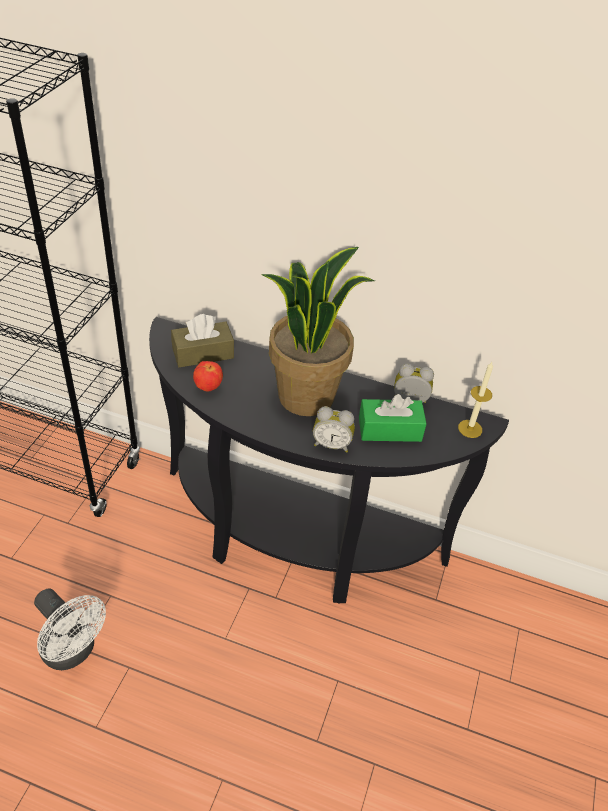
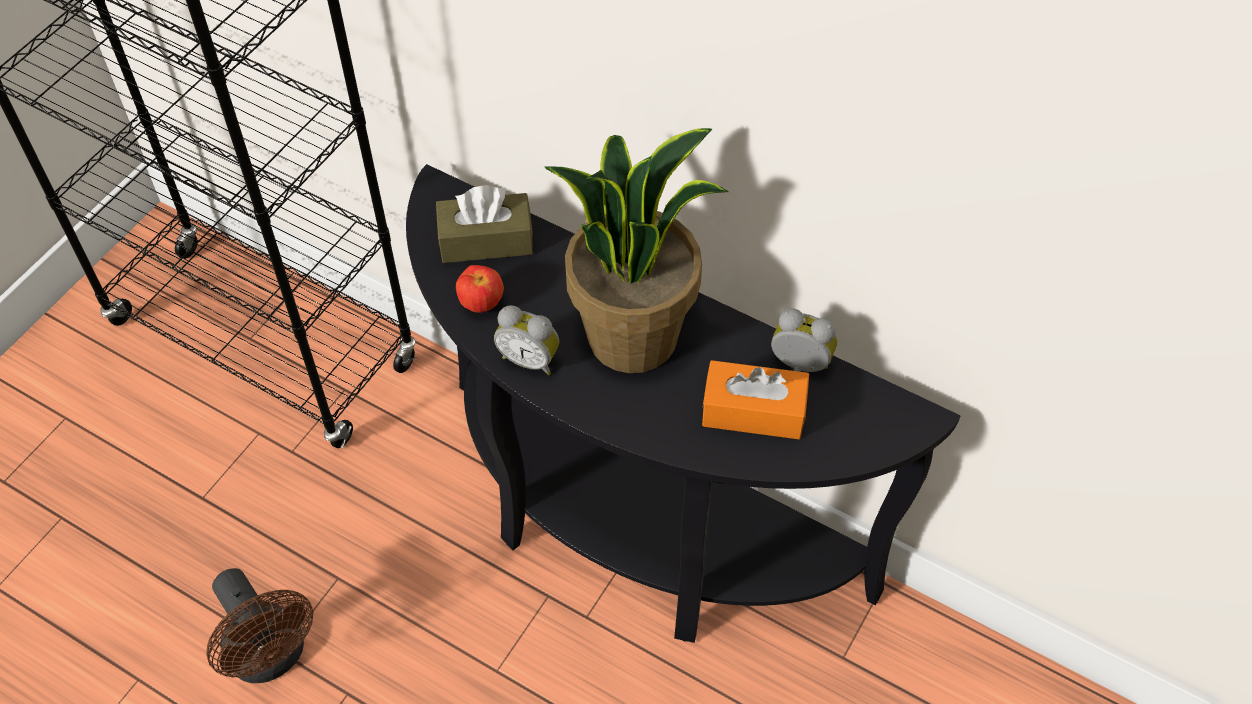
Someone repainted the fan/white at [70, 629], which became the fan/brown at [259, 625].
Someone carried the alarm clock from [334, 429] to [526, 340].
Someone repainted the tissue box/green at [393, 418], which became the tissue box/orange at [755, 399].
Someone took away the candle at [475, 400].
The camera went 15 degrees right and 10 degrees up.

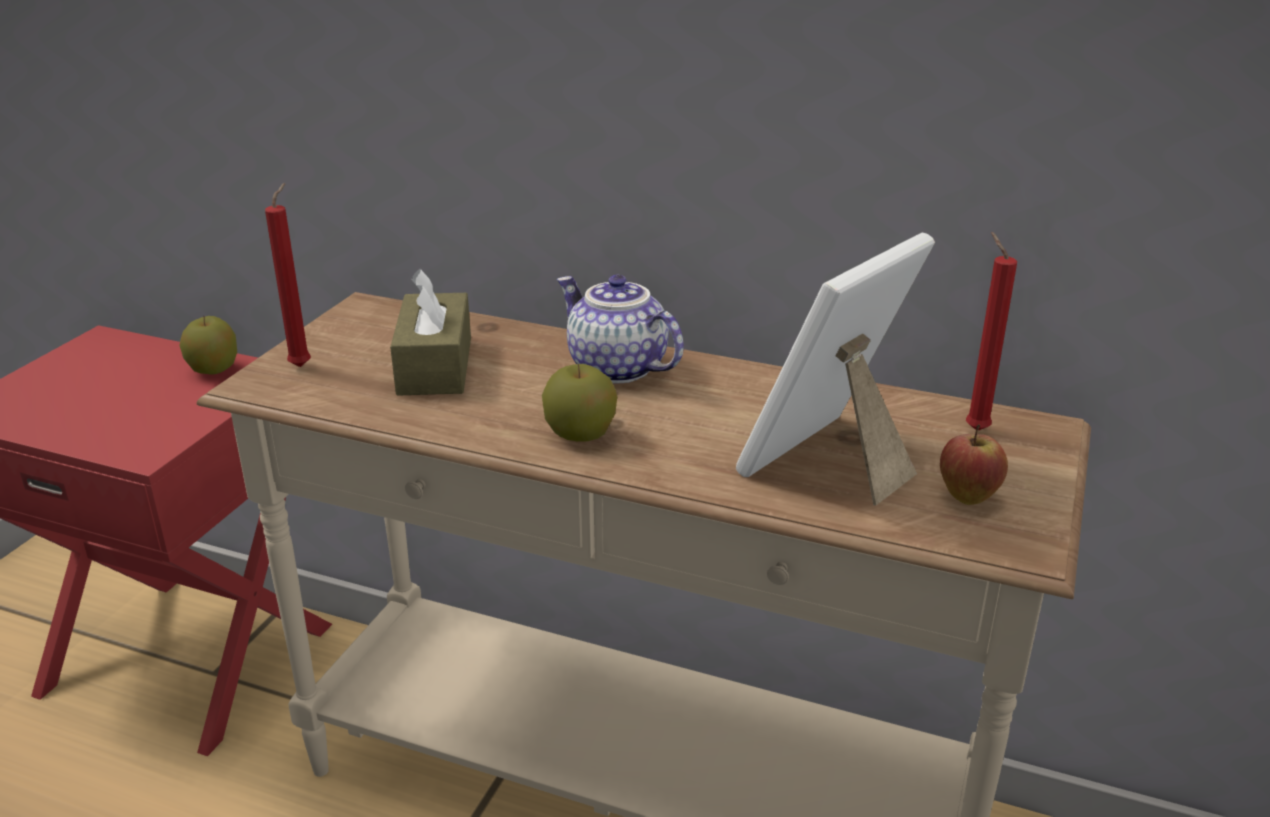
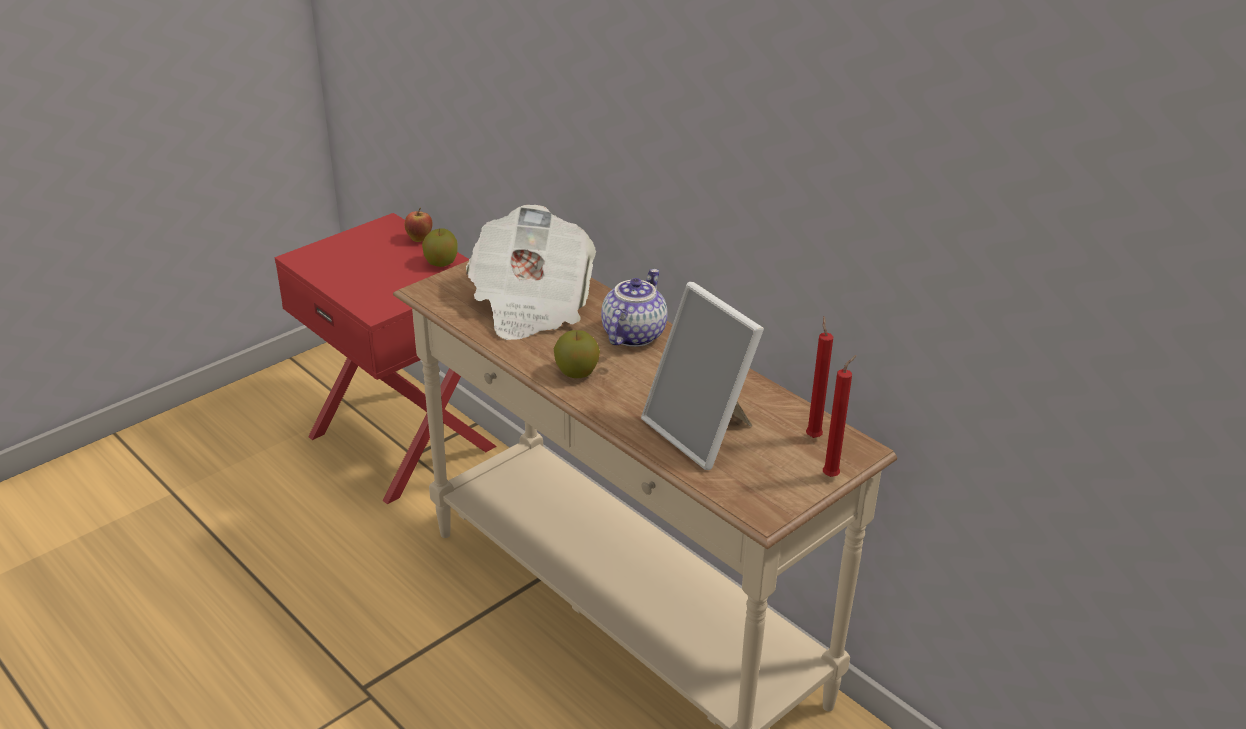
Someone carried the candle/red from [288, 275] to [840, 416].
Someone swapped the tissue box/brown at [430, 332] for the newspaper at [531, 272].
Someone rotated the teapot at [620, 329] by 45 degrees clockwise.
Someone rotated the picture frame at [835, 369] by 105 degrees counterclockwise.
Someone carried the apple from [974, 464] to [418, 224].
The camera went 25 degrees right and 5 degrees up.

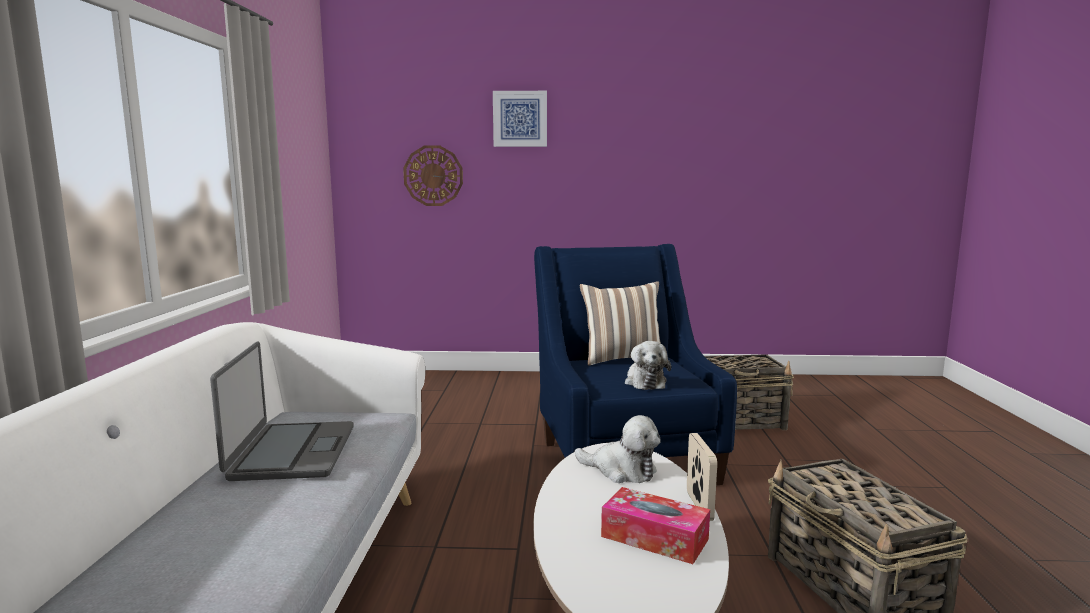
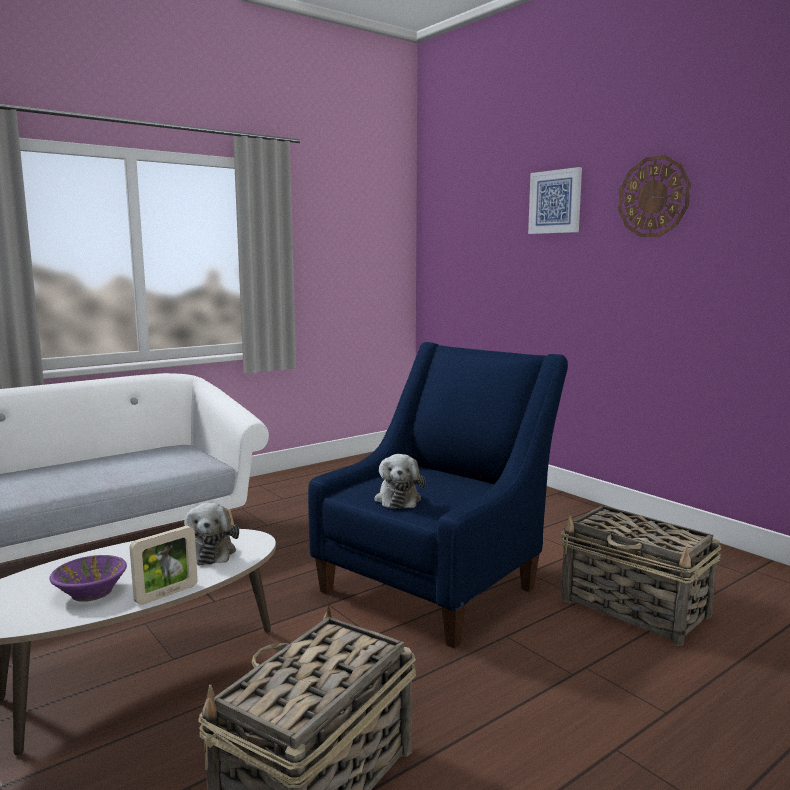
Someone took away the laptop at [282, 411].
Someone carried the wall clock from [433, 175] to [654, 196].
Someone took away the pillow at [620, 323].
Someone swapped the tissue box at [655, 525] for the bowl/purple at [88, 578].
Someone rotated the plush toy at [648, 365] by 45 degrees counterclockwise.
The camera went 50 degrees right and 0 degrees up.

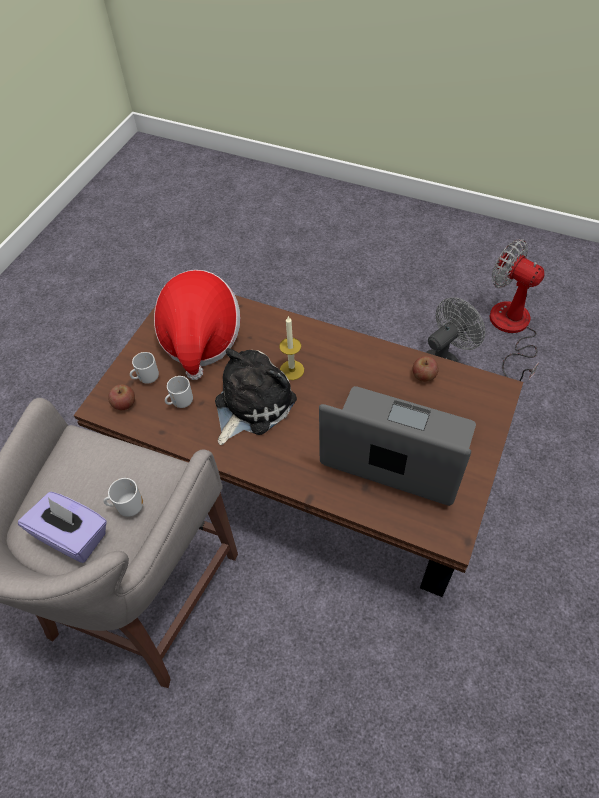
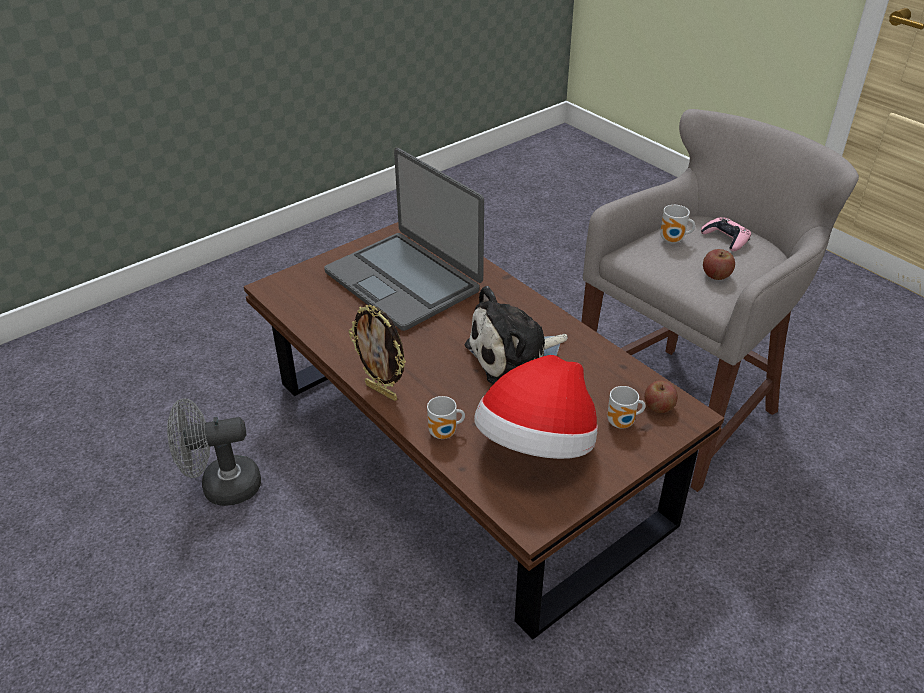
Someone swapped the tissue box/purple at [62, 527] for the game controller/pink at [726, 234].
Someone carried the mug from [179, 392] to [446, 417].
Someone took away the candle at [291, 348].
Someone carried the apple from [425, 369] to [719, 264].
Someone took away the fan at [517, 310].
Someone put down the picture frame at [377, 353].
The camera went 155 degrees left and 15 degrees down.

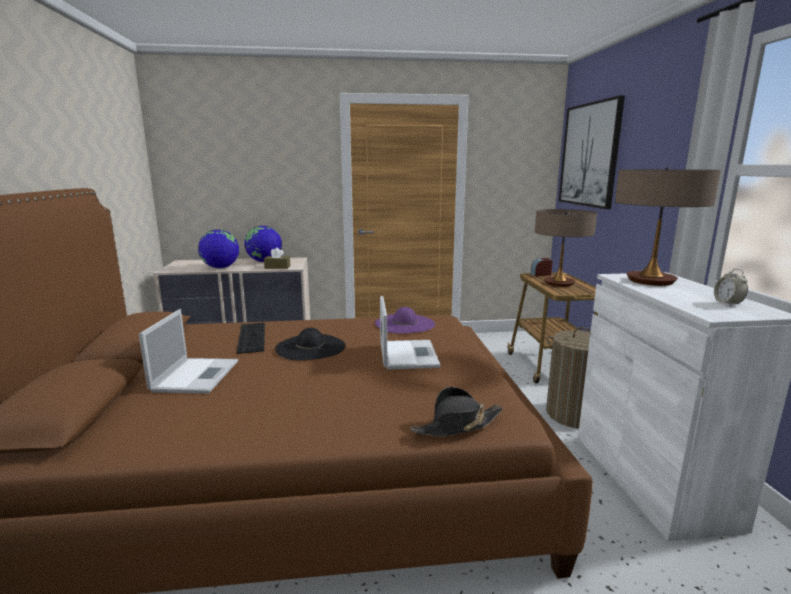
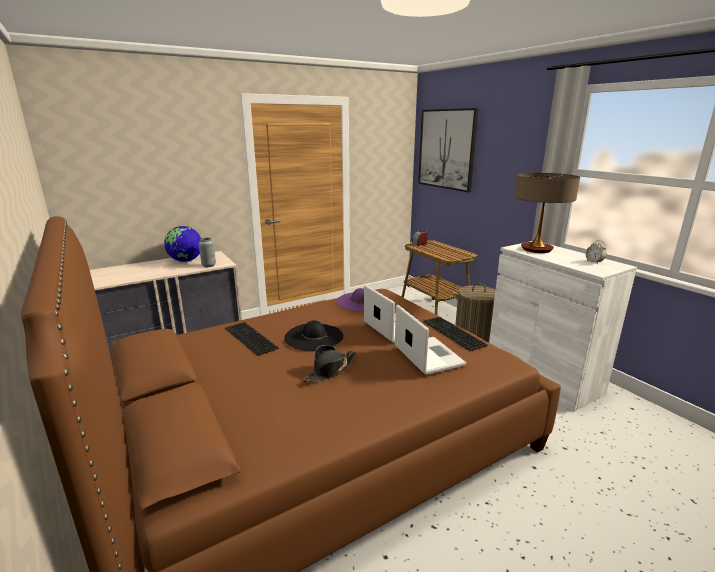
Someone carried the laptop from [188, 351] to [430, 340].
Someone took away the globe at [218, 248].
Someone swapped the tissue box/brown at [277, 258] for the vase/grey at [207, 252].
Someone carried the hat/black from [456, 412] to [329, 363].
Someone took away the table lamp at [566, 248].
Someone put down the keyboard at [455, 334].
The camera went 25 degrees left and 5 degrees up.

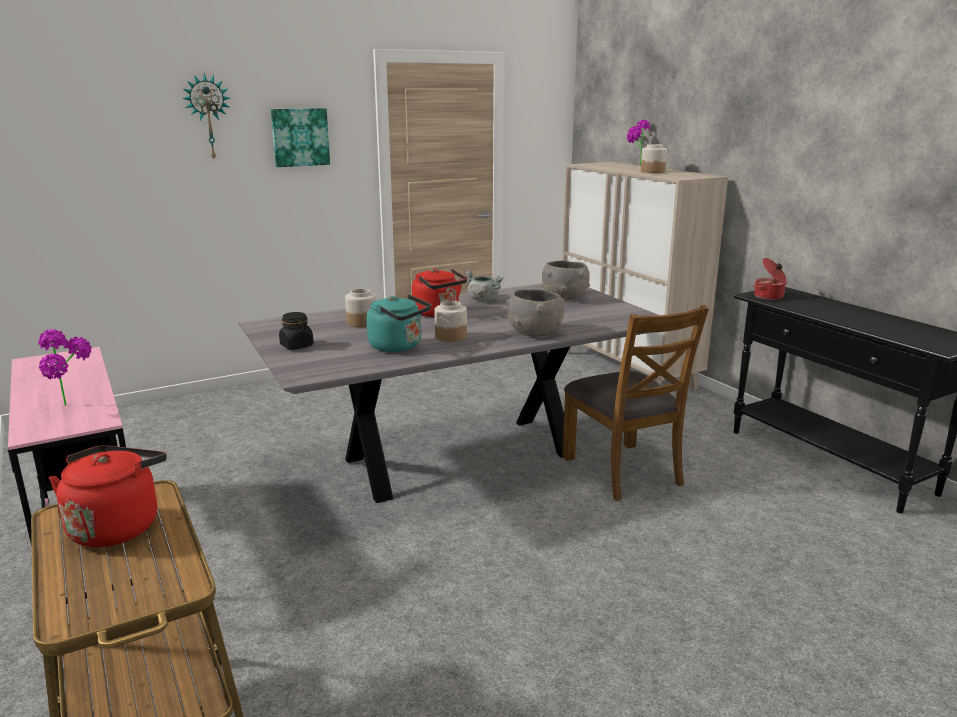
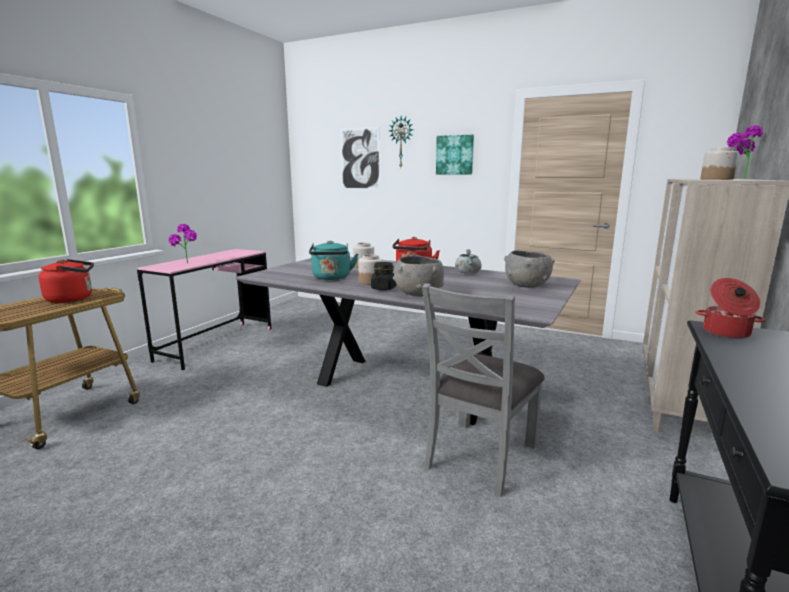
Someone carried the jar/black from [296, 331] to [384, 276].
Someone repainted the chair/brown at [636, 403], which became the chair/grey at [483, 390].
Someone put up the picture at [360, 158].
The camera went 55 degrees right and 5 degrees down.

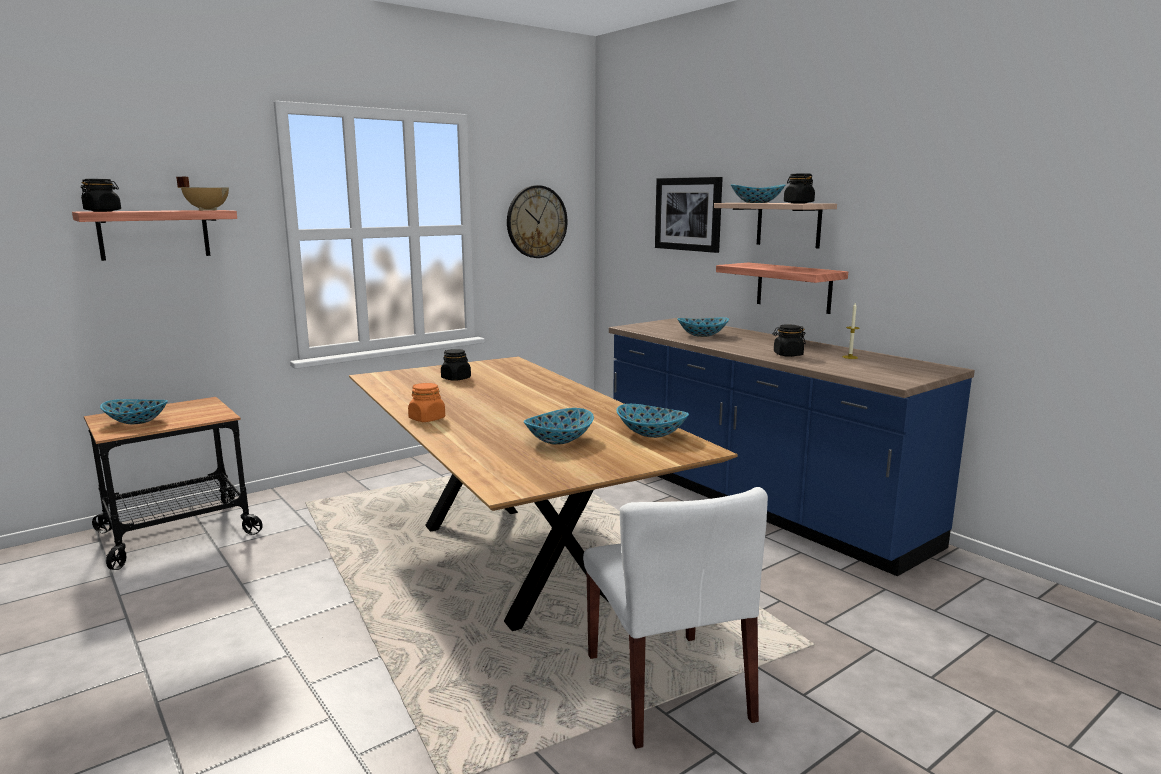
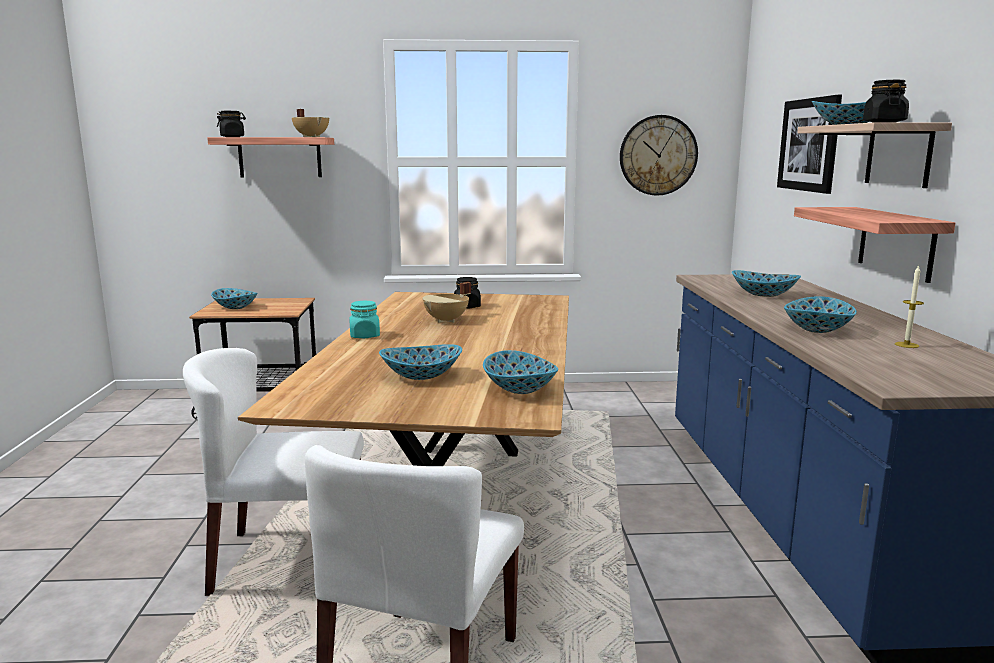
Someone repainted the jar/orange at [426, 402], which became the jar/turquoise at [364, 319].
Someone swapped the jar/black at [789, 341] for the bowl at [820, 314].
Someone put down the chair/white at [273, 472].
Someone put down the cooking pot/beige at [447, 302].
The camera went 35 degrees right and 0 degrees up.

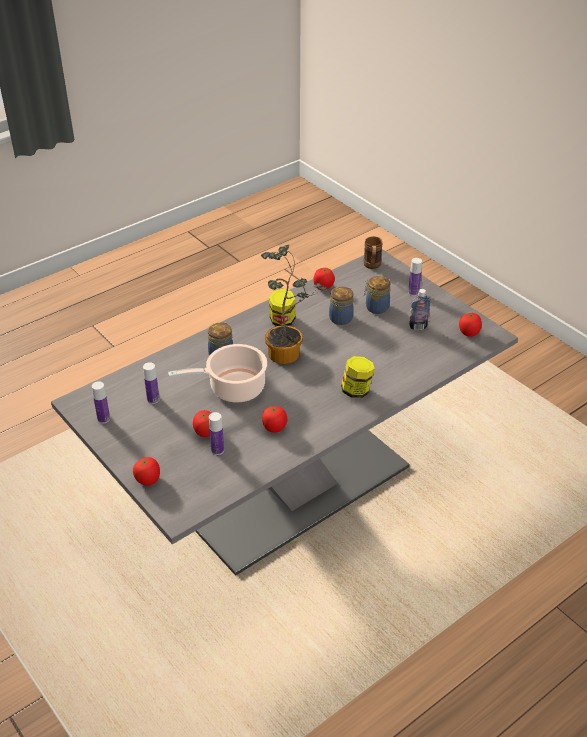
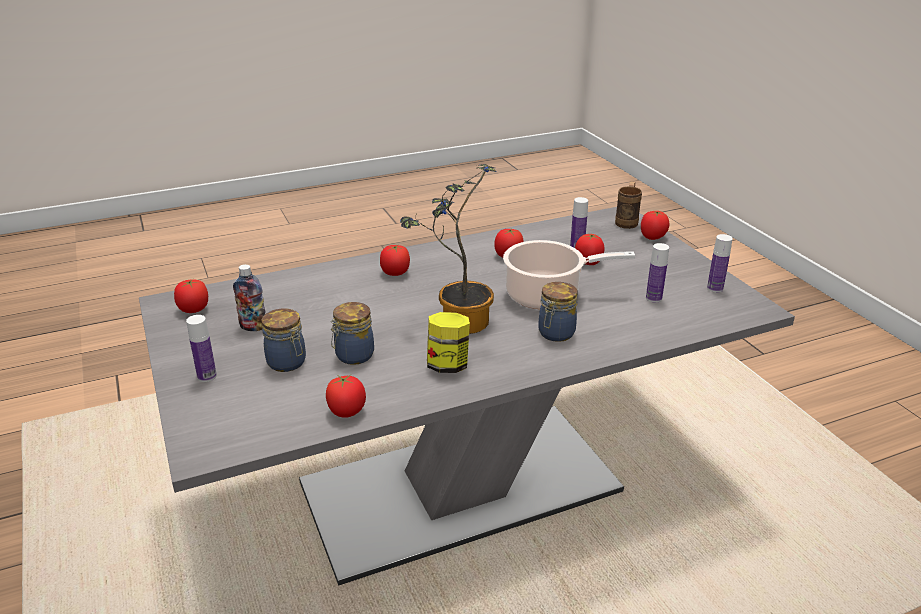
Someone swapped the jar at [357, 377] for the tomato at [395, 260].
Someone carried the mug/brown from [373, 252] to [628, 205].
The camera went 165 degrees left and 10 degrees down.

